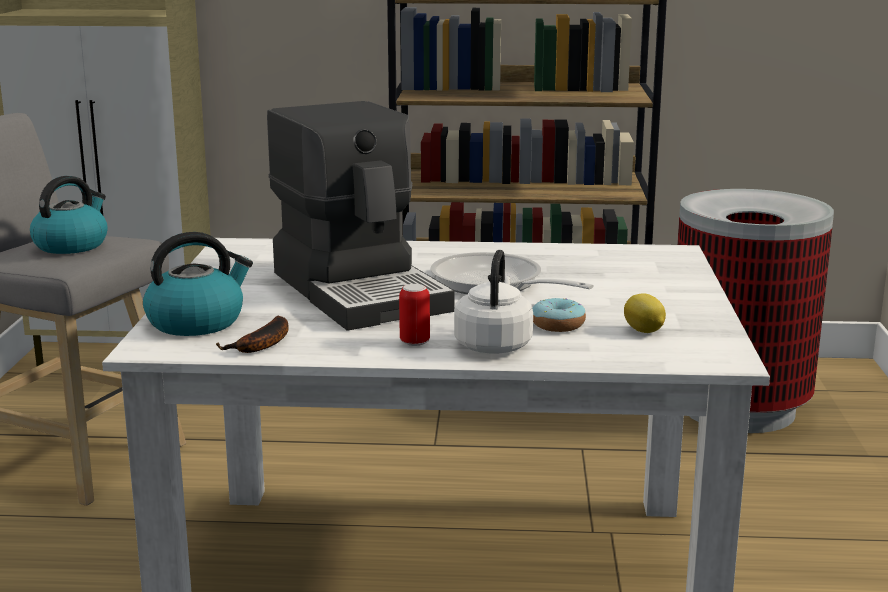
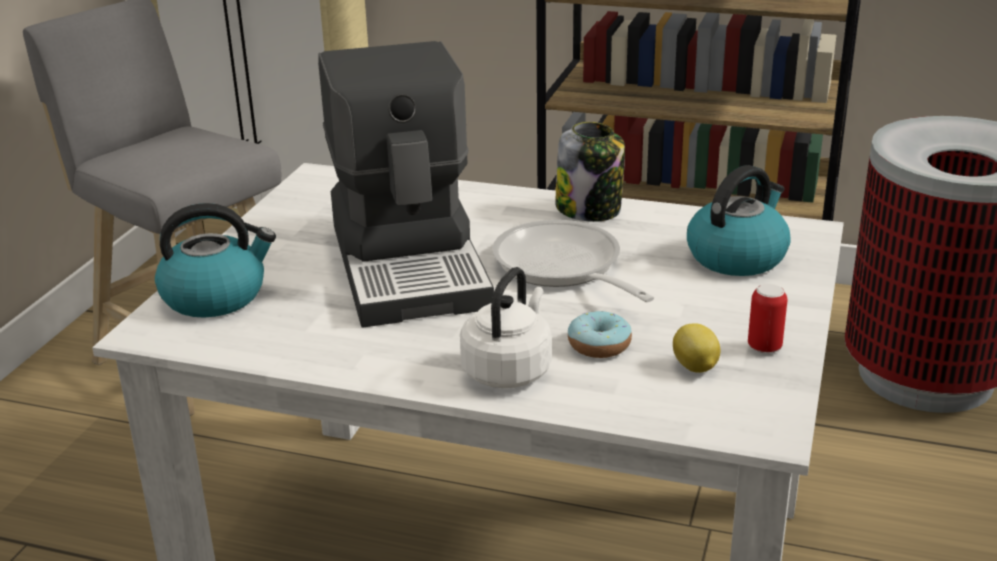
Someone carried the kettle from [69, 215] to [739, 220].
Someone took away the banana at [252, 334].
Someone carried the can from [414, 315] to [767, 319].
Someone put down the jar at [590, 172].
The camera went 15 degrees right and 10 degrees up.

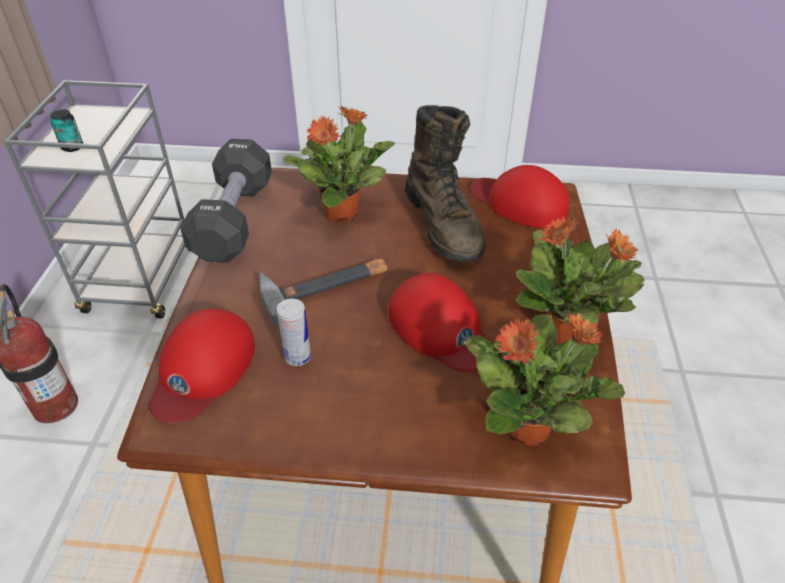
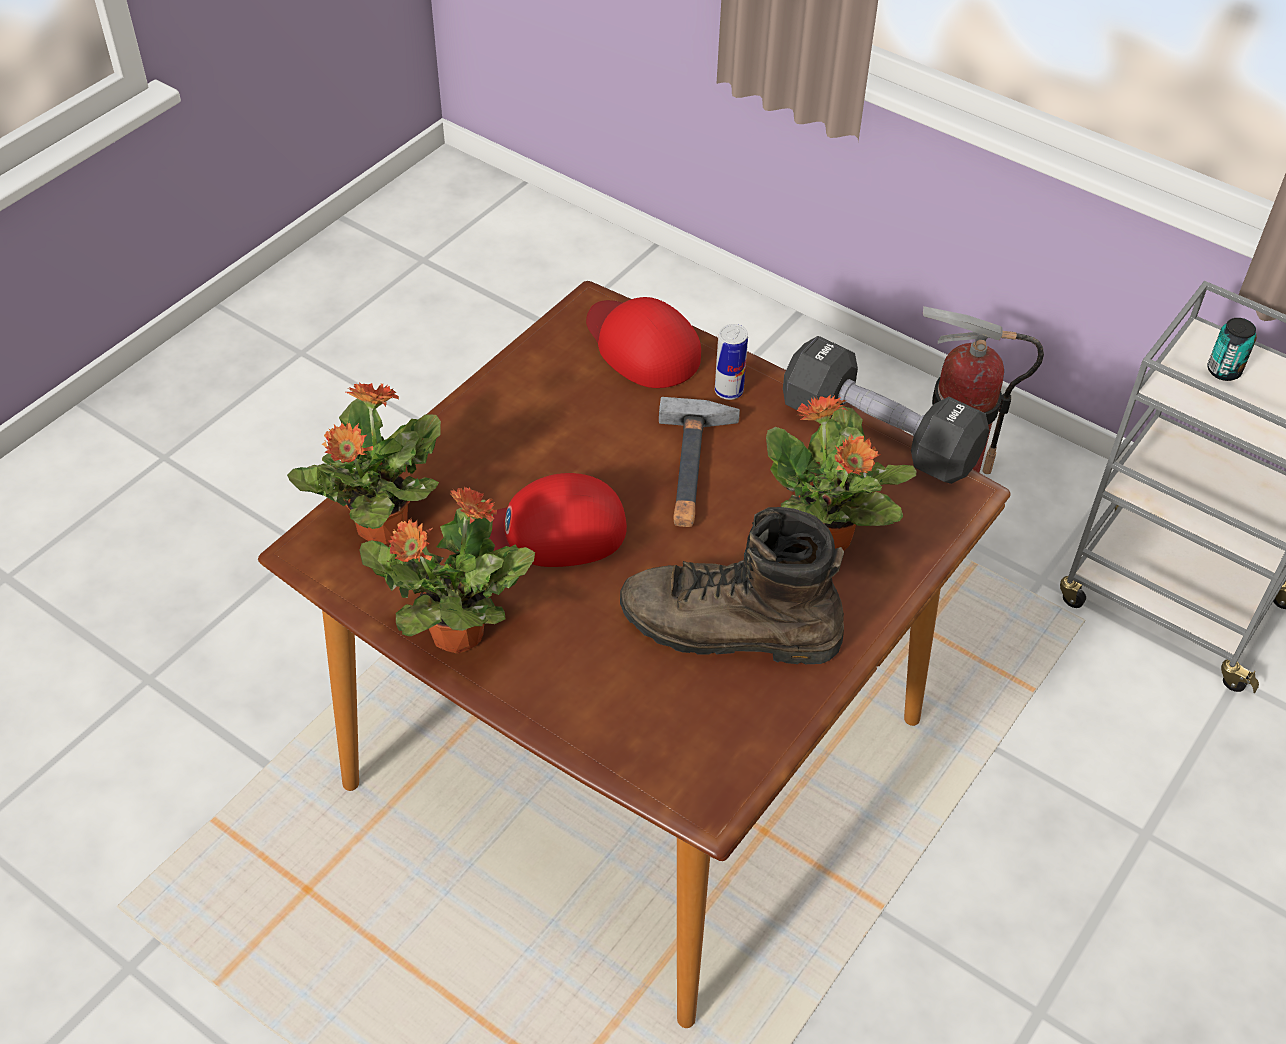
Someone carried the can from [293, 332] to [731, 362].
Someone took away the cap/red at [520, 196].
The camera went 120 degrees right and 5 degrees up.

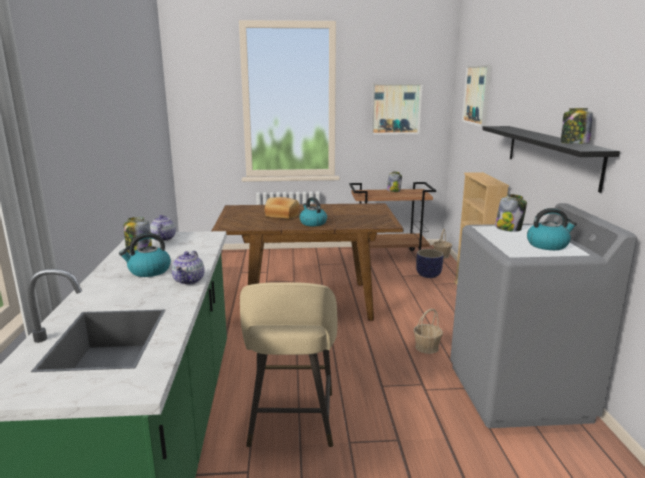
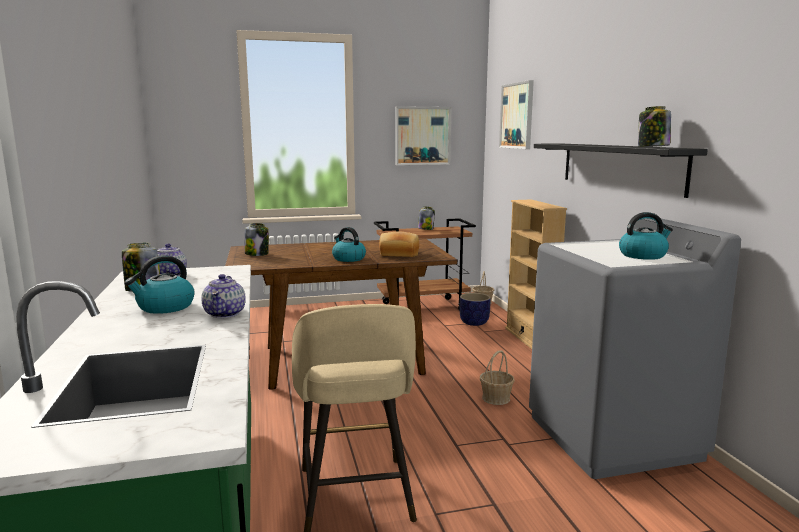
Someone carried the bread from [282, 208] to [399, 244].
Someone carried the jar from [511, 213] to [257, 239].
The camera went 10 degrees left and 5 degrees down.

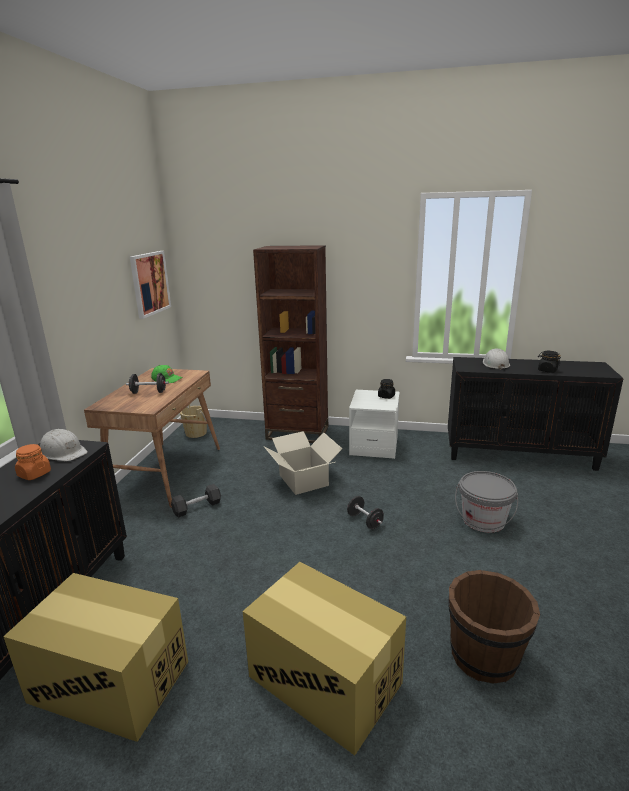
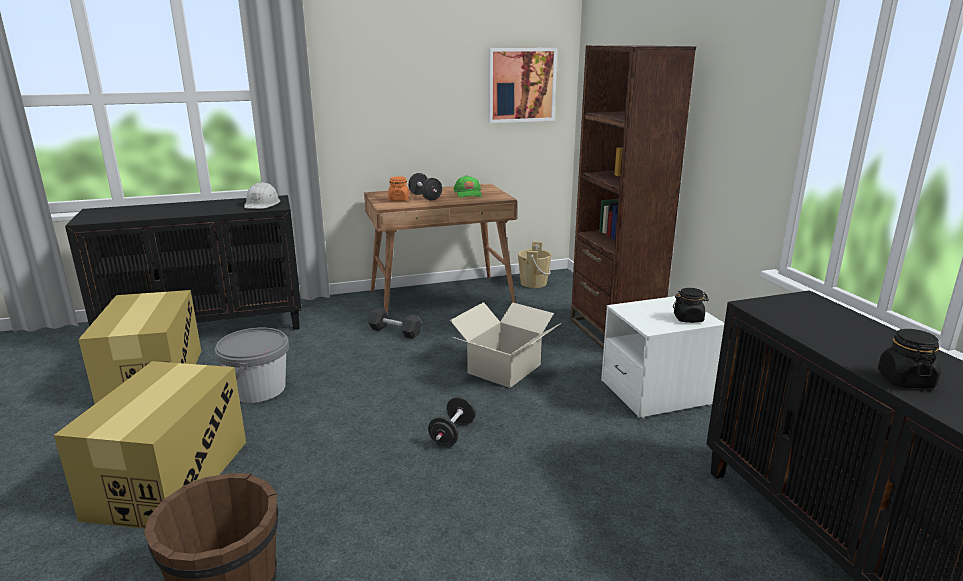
Someone carried the jar/orange from [33, 462] to [398, 188].
Someone carried the bucket/grey from [486, 502] to [251, 365].
Someone took away the hard hat/white at [496, 359].
The camera went 60 degrees right and 0 degrees up.

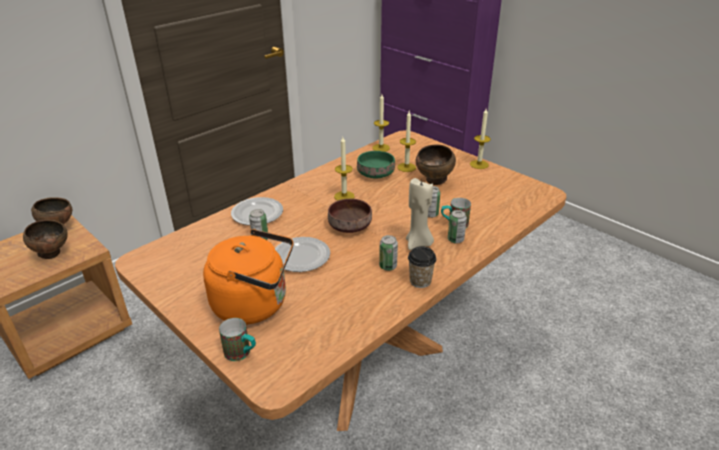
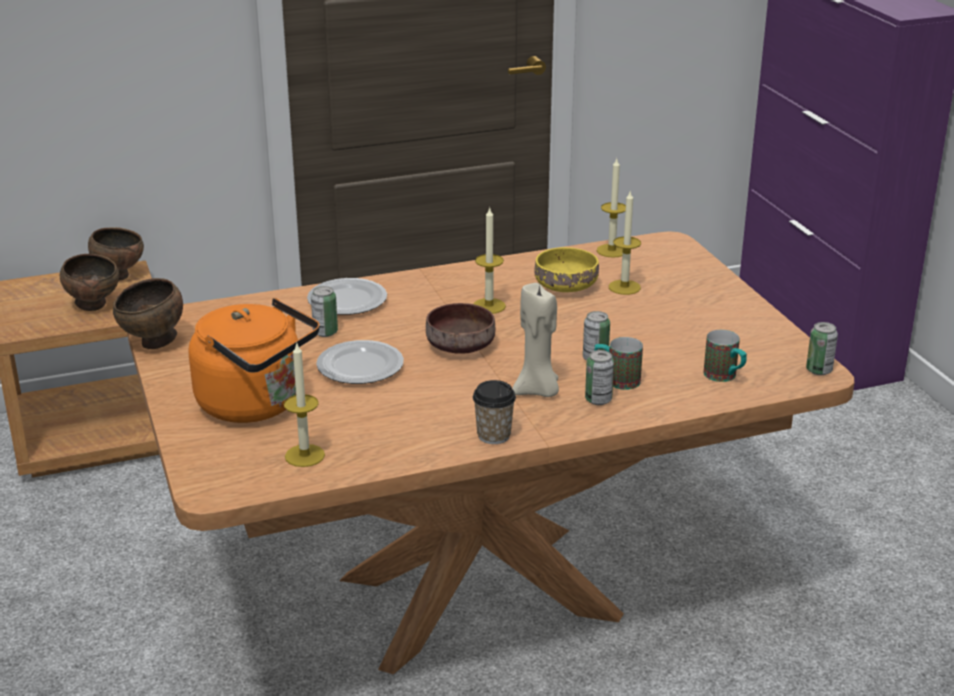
Someone carried the mug from [237, 339] to [725, 356].
Someone repainted the bowl/green at [376, 165], which became the bowl/yellow at [567, 269].
Someone carried the can from [388, 253] to [822, 348].
Someone carried the bowl/brown from [436, 164] to [148, 313].
Someone carried the candle from [480, 139] to [304, 405].
The camera went 25 degrees right and 5 degrees down.

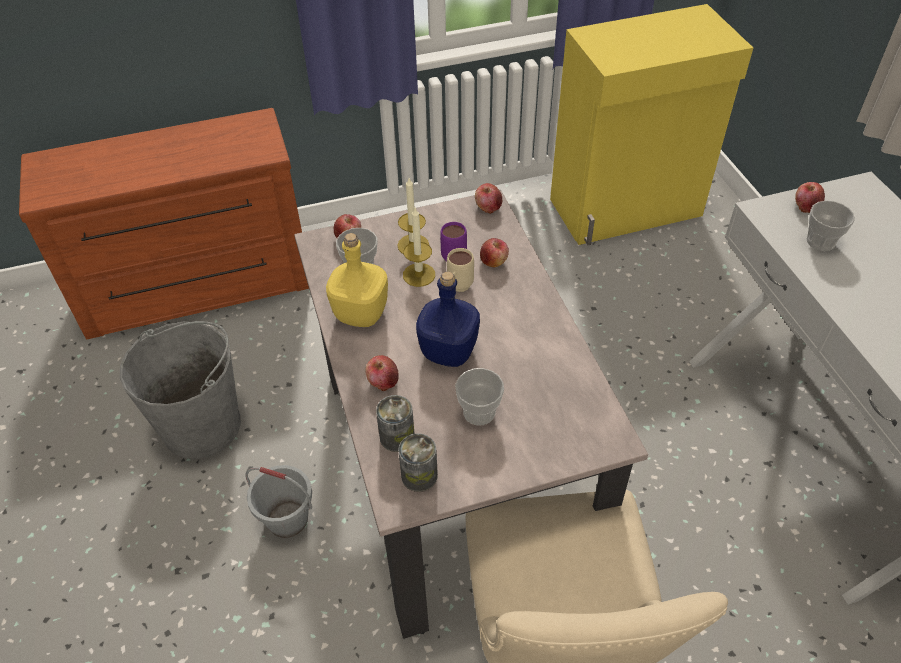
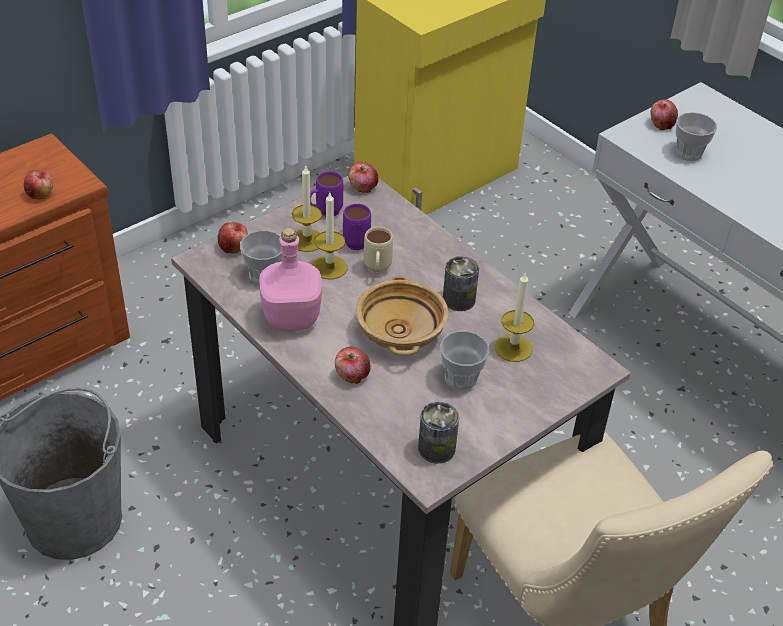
Someone took away the bucket/grey at [278, 501].
Someone repainted the bottle/yellow at [357, 280], which became the bottle/pink at [291, 279].
Someone carried the can from [395, 423] to [461, 283].
Someone swapped the bottle/blue at [448, 319] for the bowl/beige at [402, 315].
Someone carried the apple from [494, 252] to [38, 184].
Someone put down the mug/purple at [326, 193].
Someone put down the candle at [514, 317].
The camera went 25 degrees left and 5 degrees down.

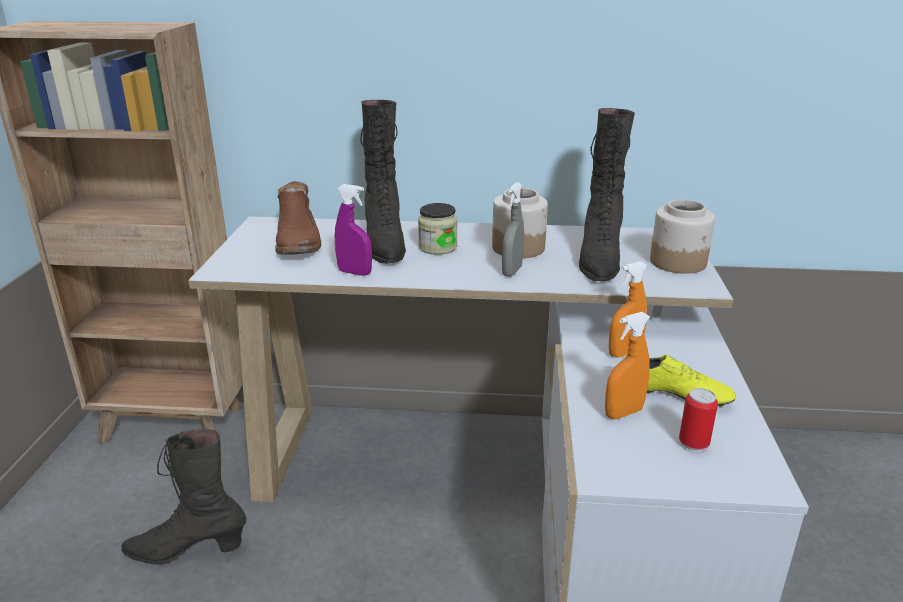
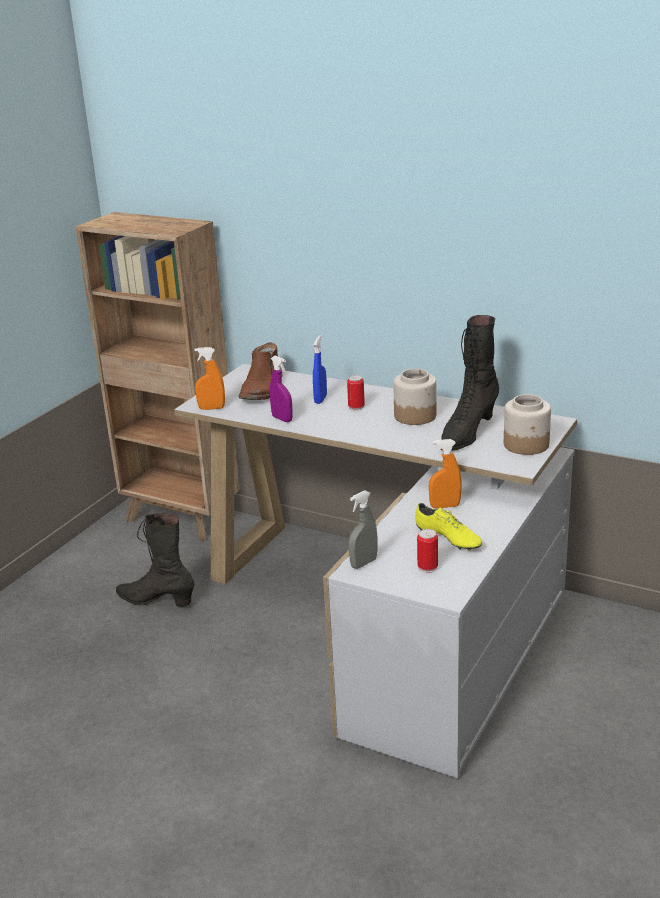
Someone swapped the boot/black at [383, 182] for the spray bottle/blue at [320, 369].
Someone swapped the jar at [437, 229] for the can at [356, 393].
Someone carried the spray bottle/grey from [513, 229] to [363, 529].
Someone carried the spray bottle/orange from [627, 365] to [209, 378].
The camera went 25 degrees right and 0 degrees up.

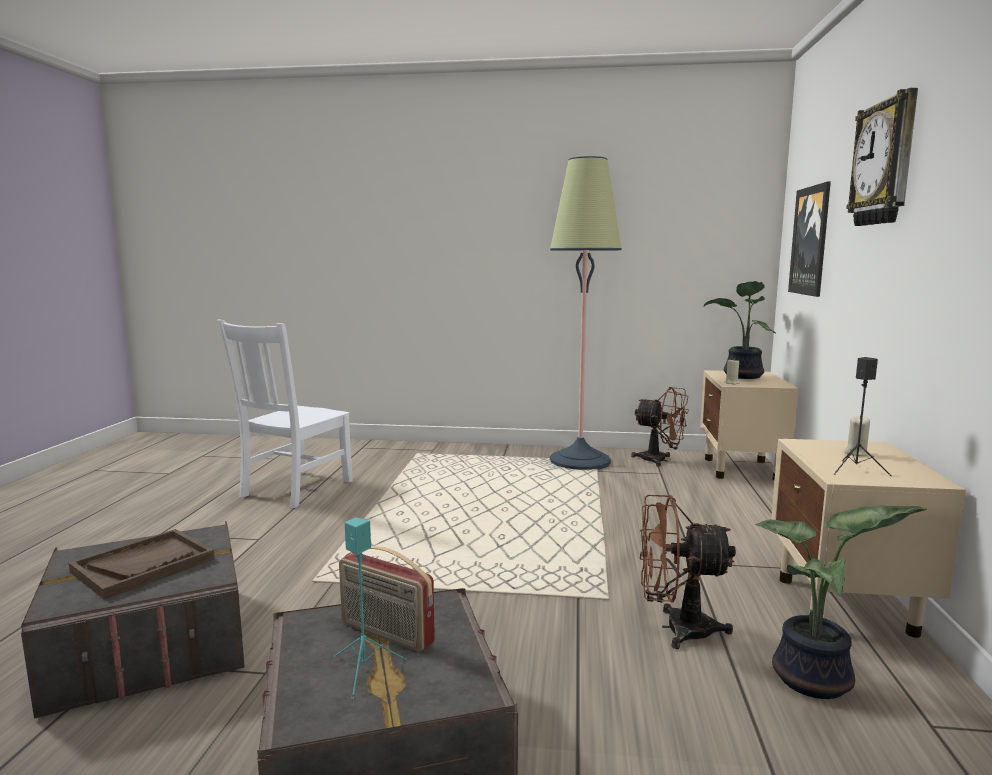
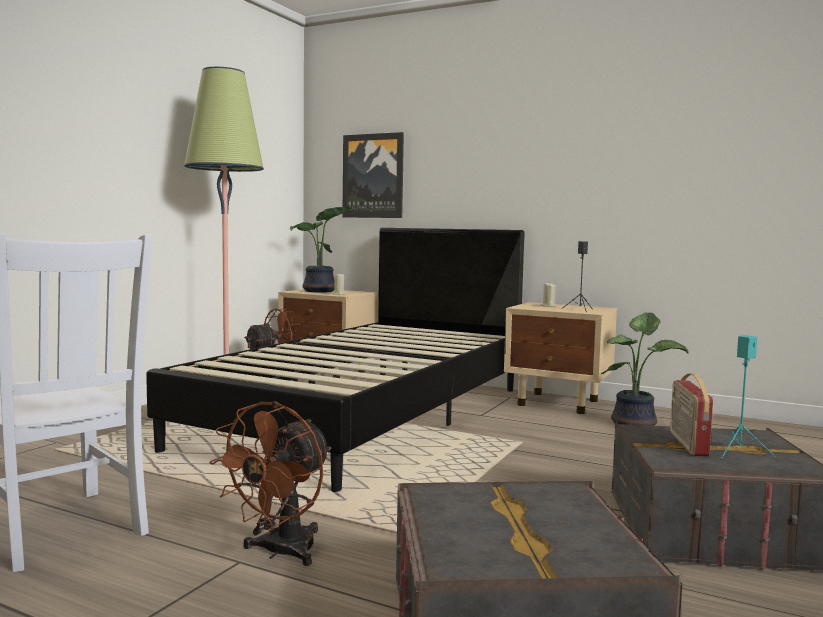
Someone took away the tray/brown at [142, 564].
Someone rotated the radio at [387, 599] by 135 degrees clockwise.
Someone carried the fan/brown from [688, 572] to [270, 483].
Someone took away the wall clock at [882, 157].
Someone put down the bed/black at [335, 360].
The camera went 70 degrees left and 5 degrees down.

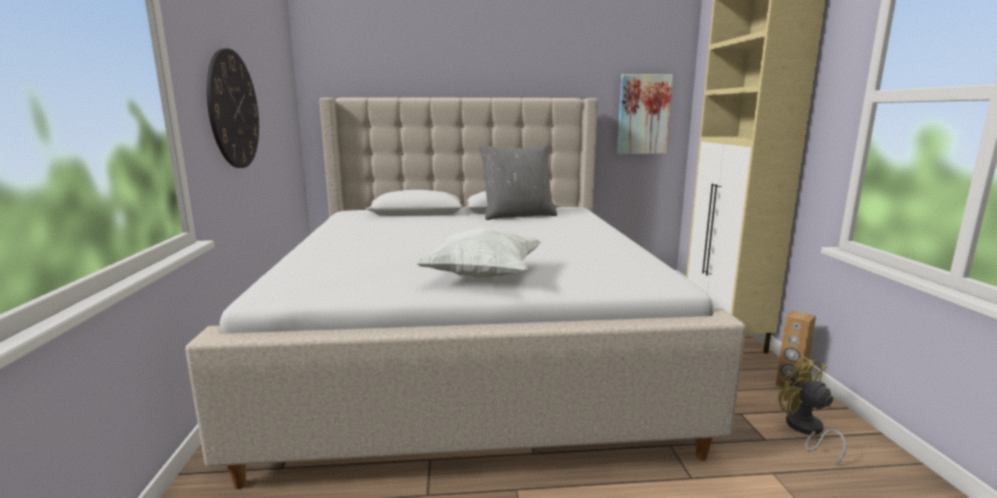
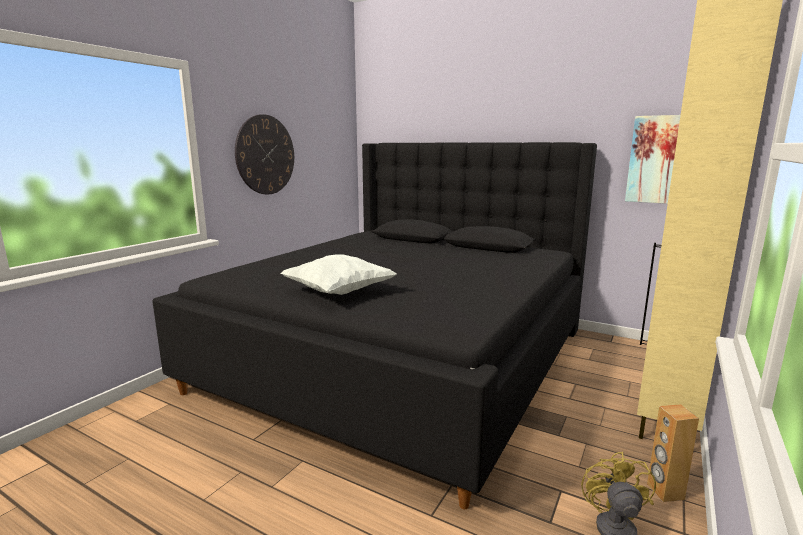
Someone repainted the bed/beige at [465, 293], which became the bed/black at [374, 325].
Someone took away the pillow/grey at [518, 182].
The camera went 35 degrees right and 0 degrees up.

